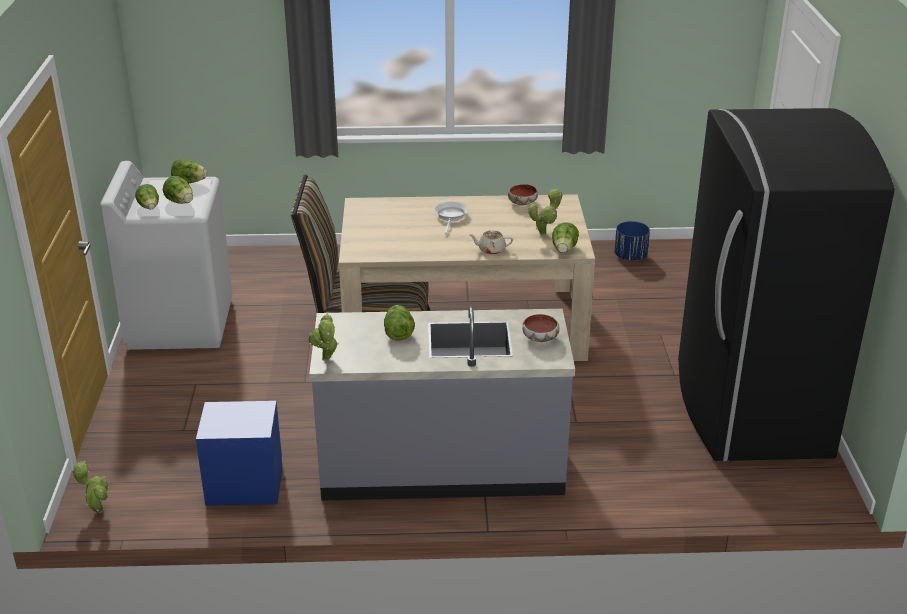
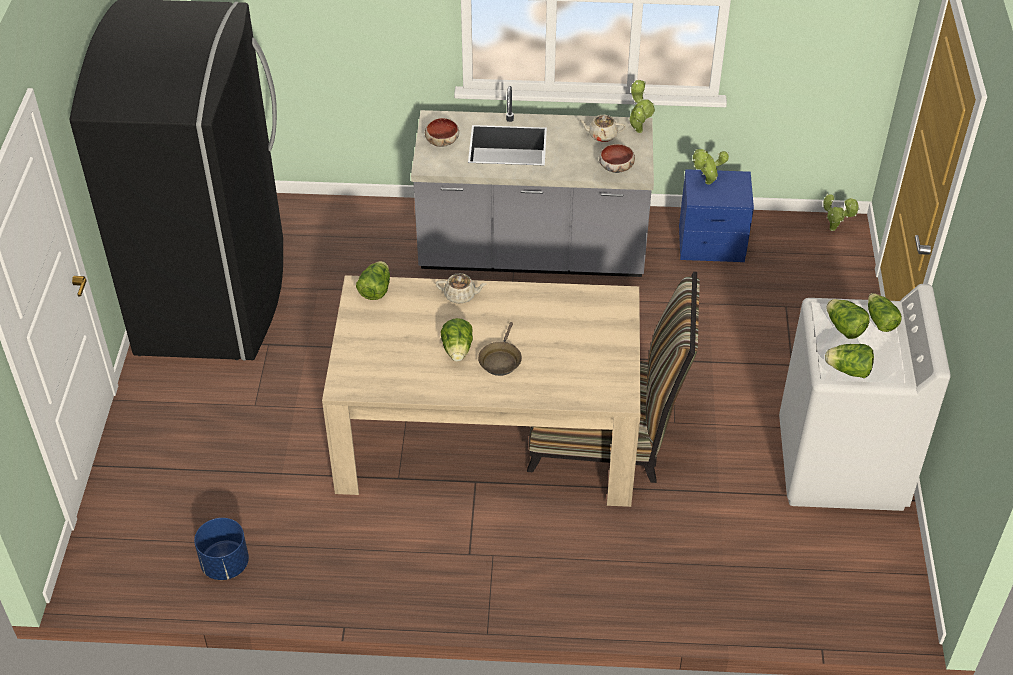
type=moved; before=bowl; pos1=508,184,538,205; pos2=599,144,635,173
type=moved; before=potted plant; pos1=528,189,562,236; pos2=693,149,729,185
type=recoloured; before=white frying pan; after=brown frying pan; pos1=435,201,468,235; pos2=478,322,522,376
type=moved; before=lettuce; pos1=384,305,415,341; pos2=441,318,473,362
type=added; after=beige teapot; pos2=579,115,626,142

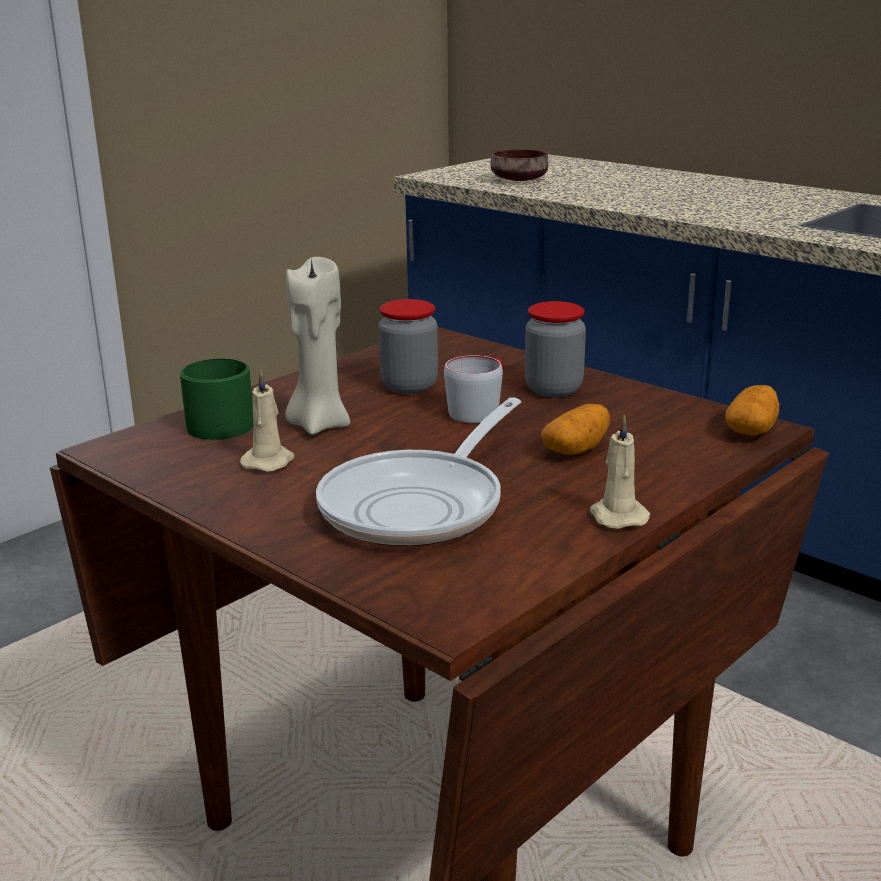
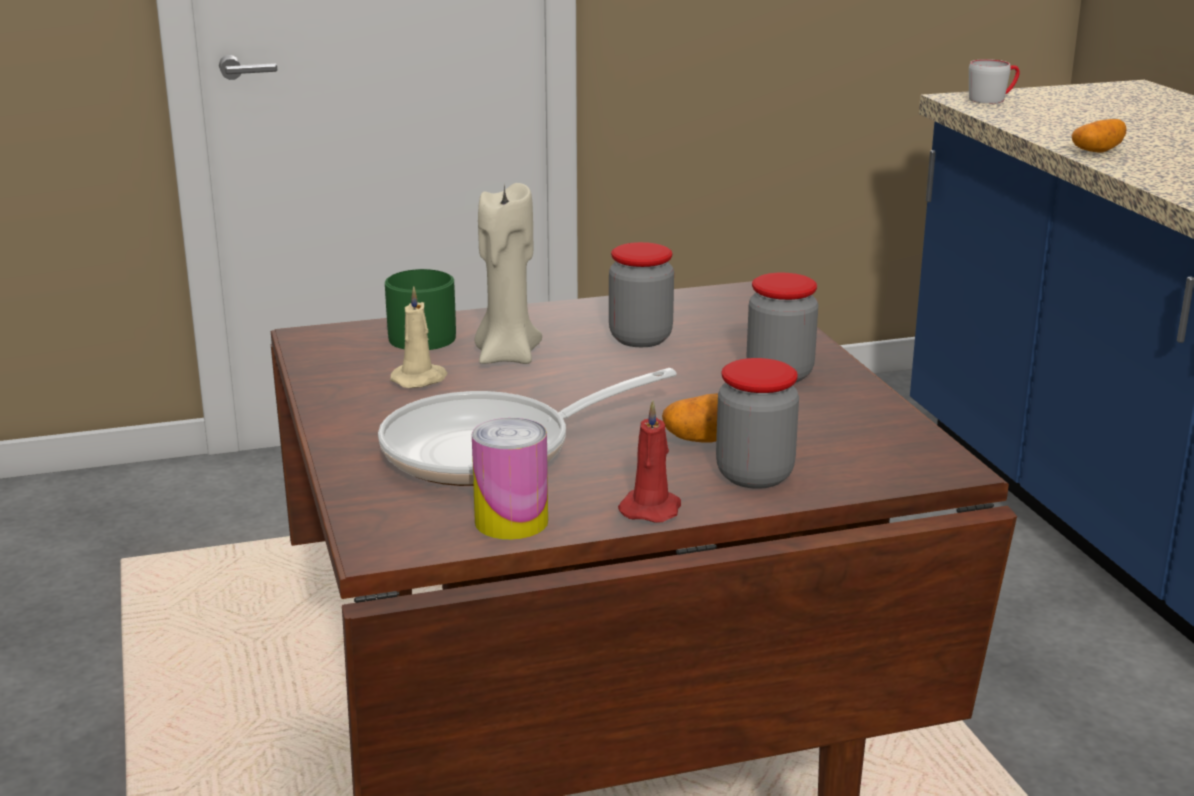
type=removed; before=brown bowl; pos1=490,149,548,181
type=moved; before=grey mug; pos1=444,355,503,423; pos2=969,59,1020,104
type=moved; before=potato; pos1=725,385,779,436; pos2=1071,119,1126,152
type=recoloured; before=beige candle; after=red candle; pos1=590,415,650,529; pos2=618,400,681,523
type=added; after=jar; pos2=716,358,799,489
type=added; after=can; pos2=472,418,548,540

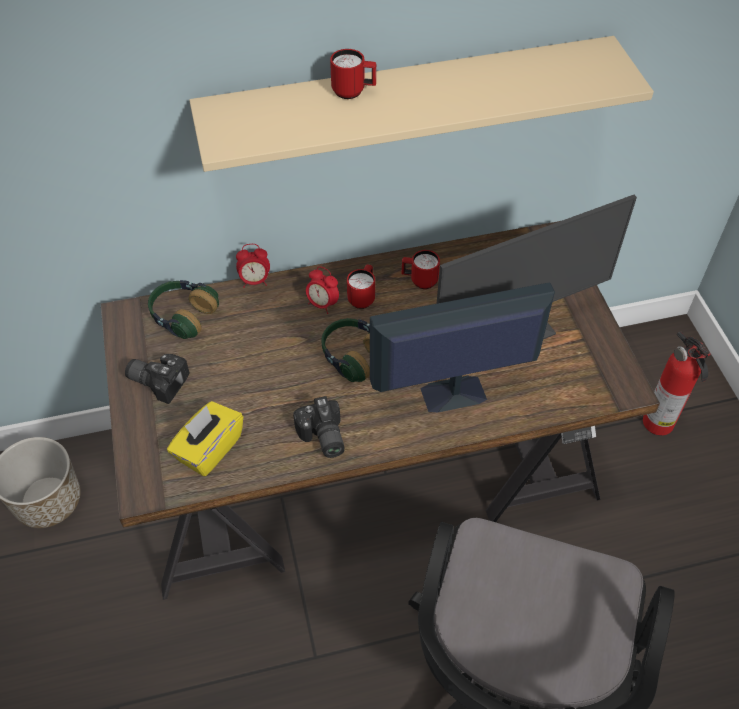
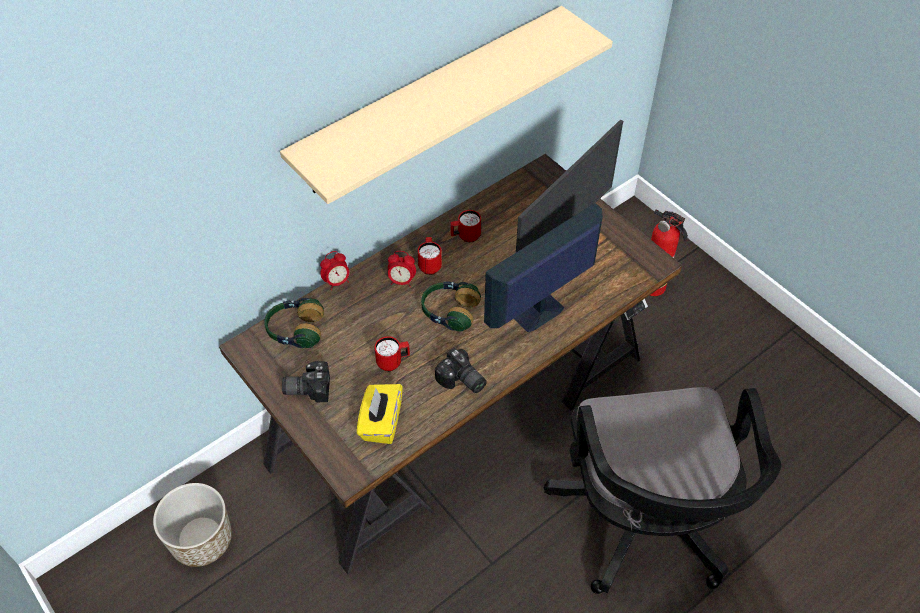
type=moved; before=red mug; pos1=330,49,376,99; pos2=375,336,410,371

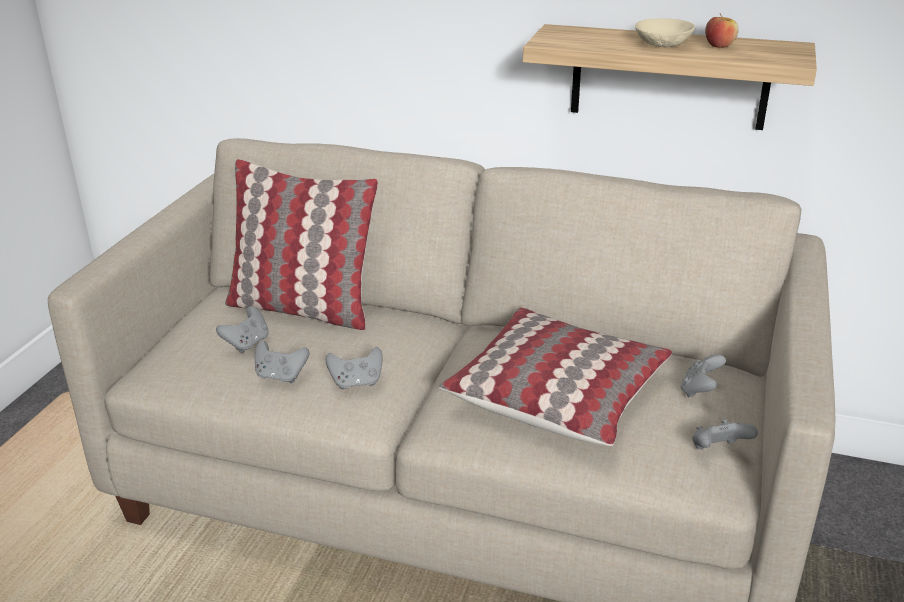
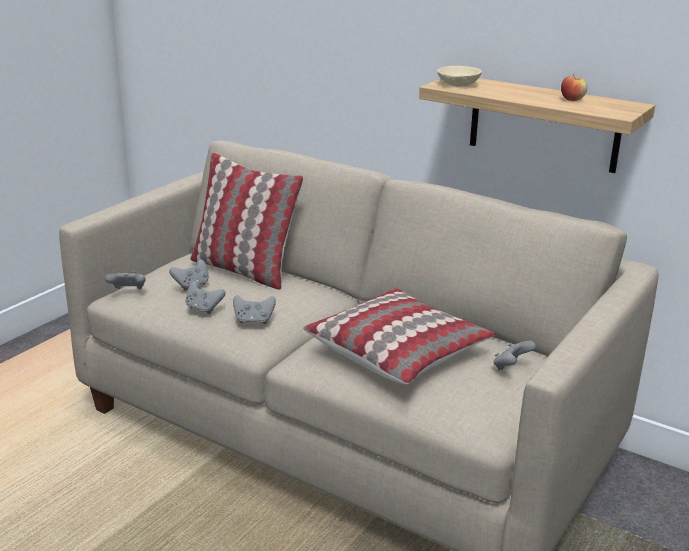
type=moved; before=beige bowl; pos1=635,18,695,47; pos2=437,66,482,87
type=moved; before=grey game controller; pos1=692,419,758,449; pos2=105,271,146,289

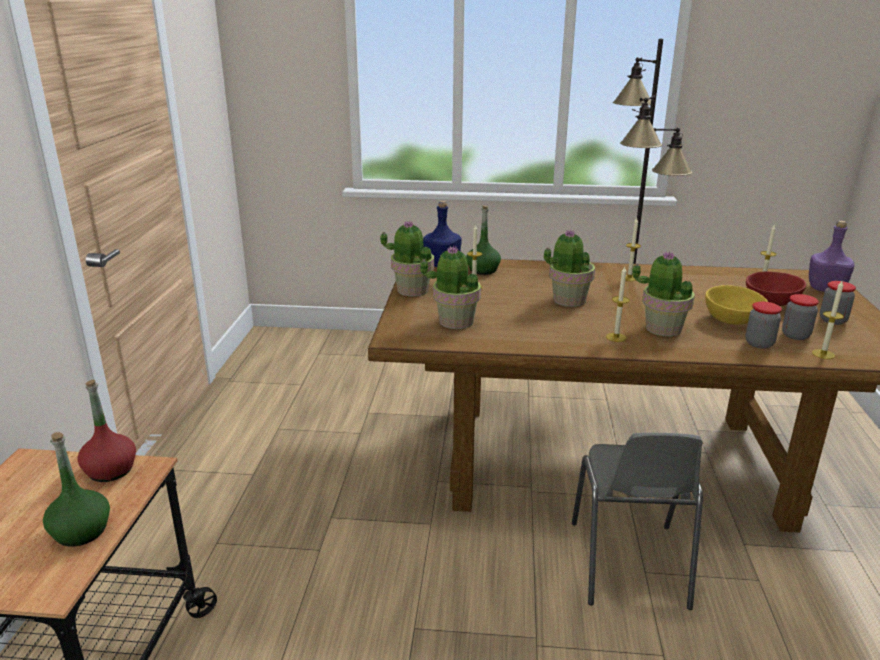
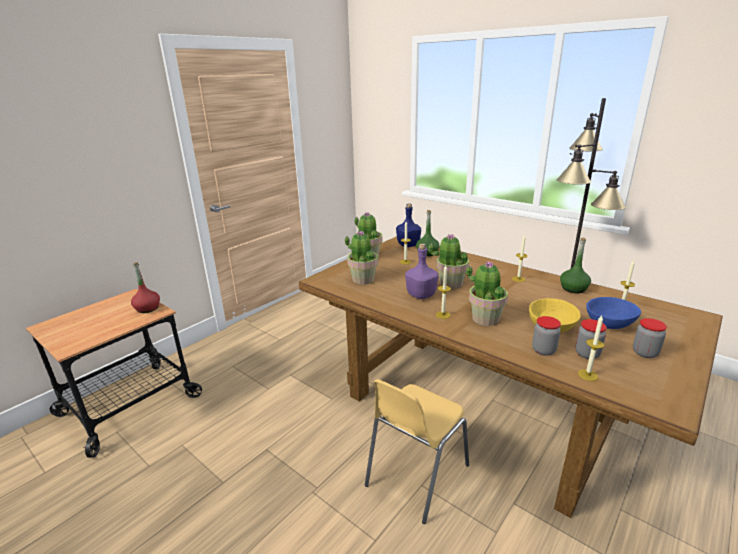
type=moved; before=purple bottle; pos1=809,220,855,292; pos2=405,244,439,299
type=recoloured; before=red bowl; after=blue bowl; pos1=746,271,806,306; pos2=586,297,641,329
type=moved; before=green bottle; pos1=43,432,110,547; pos2=560,237,591,293
type=recoloured; before=grey chair; after=yellow chair; pos1=572,433,703,610; pos2=365,379,469,524

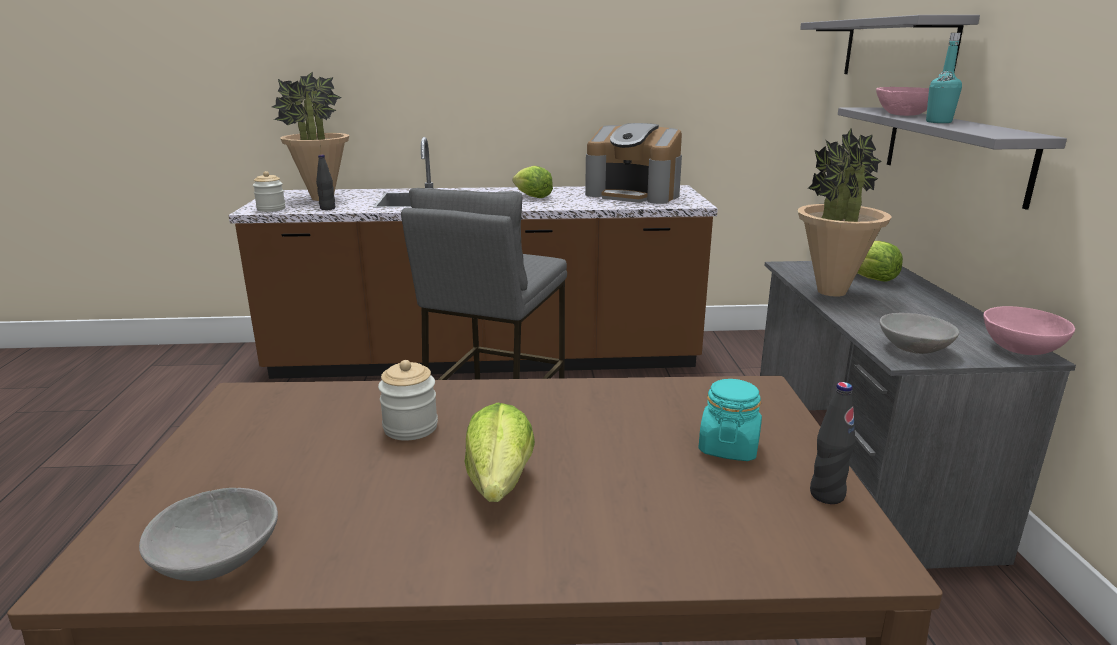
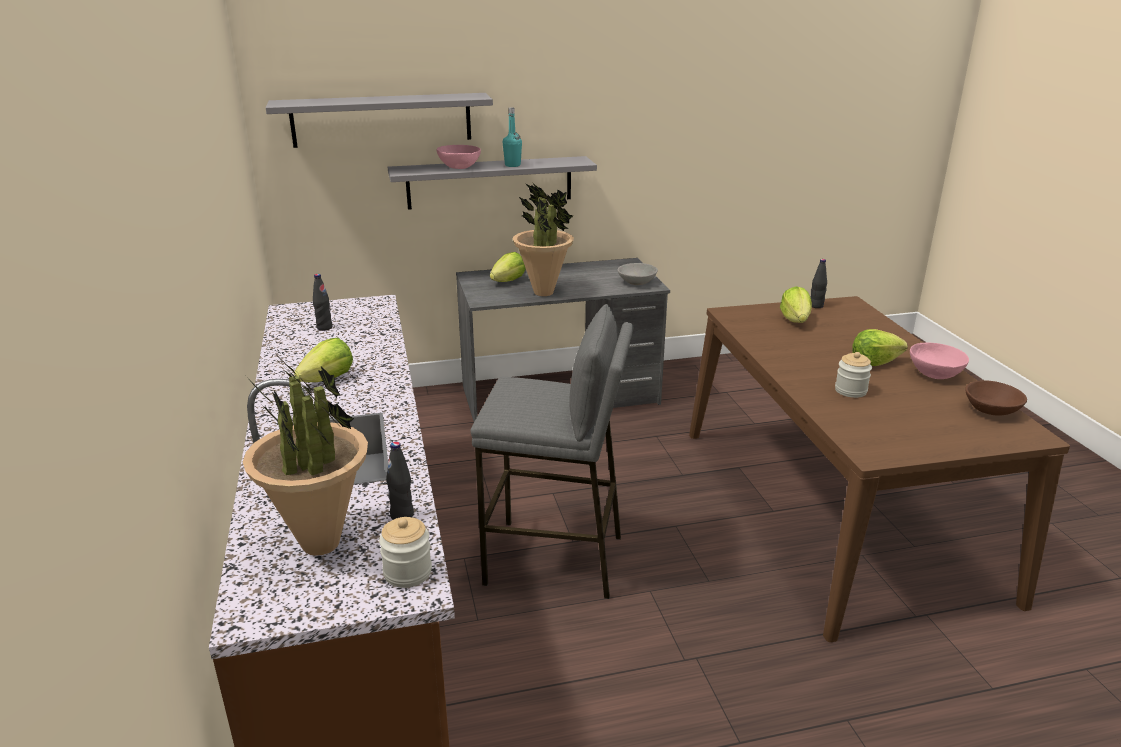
type=replaced; before=coffee machine; after=black bottle; pos1=585,123,682,204; pos2=313,274,333,331
type=moved; before=pink bowl; pos1=983,306,1075,355; pos2=910,342,969,379
type=replaced; before=turquoise jar; after=lettuce; pos1=698,379,762,461; pos2=780,286,812,323
type=recoloured; before=grey bowl; after=brown bowl; pos1=139,488,278,581; pos2=965,380,1027,416

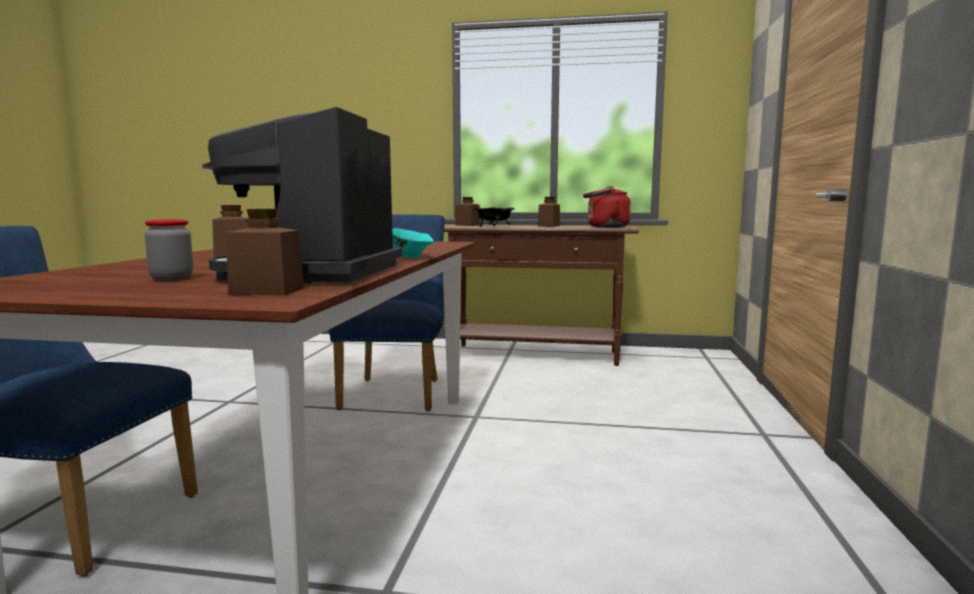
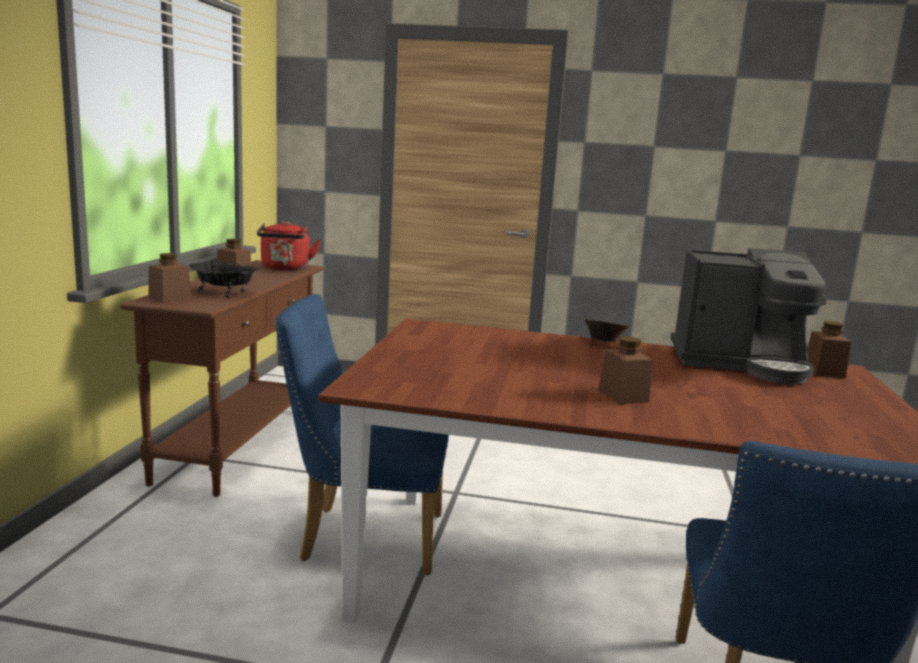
type=removed; before=jar; pos1=145,219,193,281
type=recoloured; before=turquoise bowl; after=brown bowl; pos1=392,228,434,258; pos2=585,319,629,342

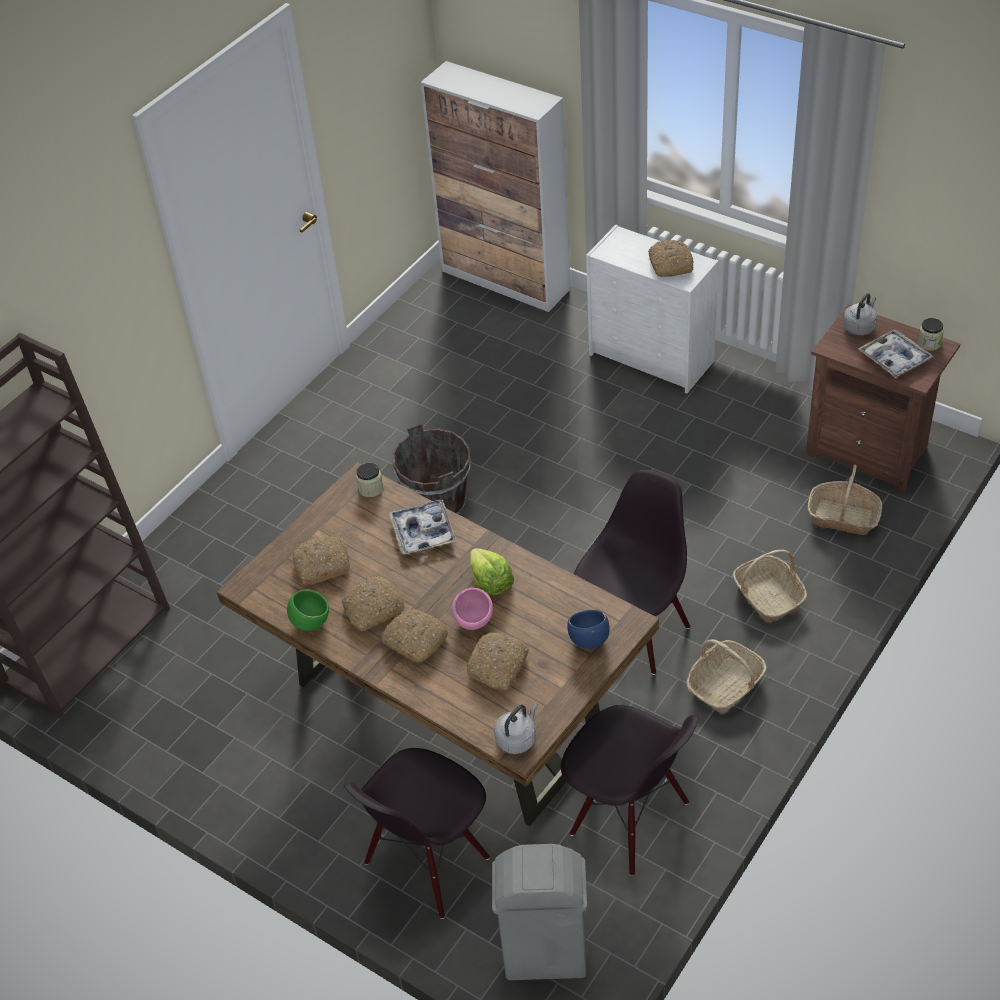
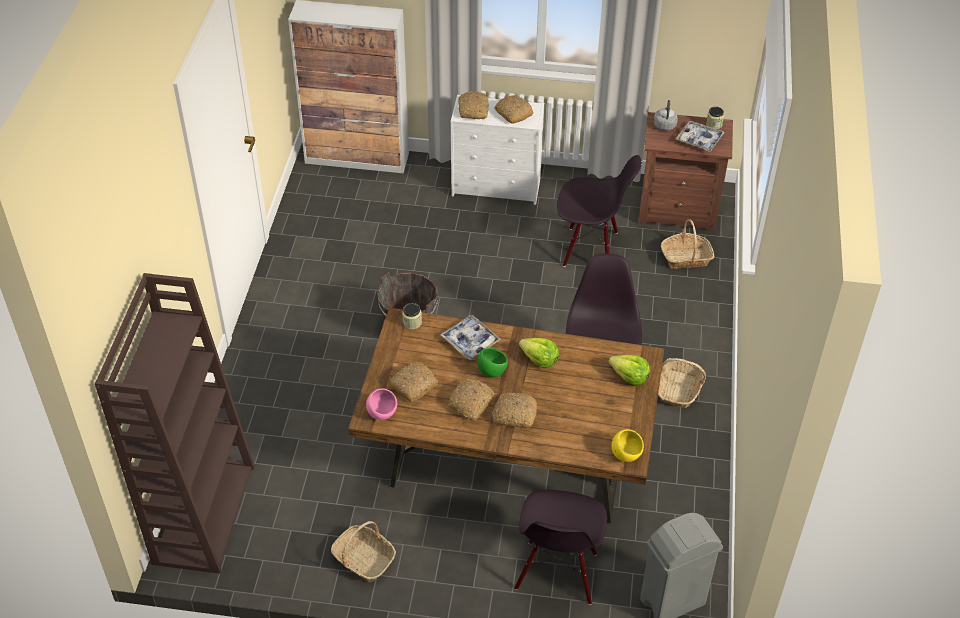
type=moved; before=basket; pos1=733,550,807,622; pos2=331,521,396,582
type=moved; before=pink bowl; pos1=452,588,493,630; pos2=366,388,397,420
type=moved; before=green bowl; pos1=287,589,329,631; pos2=477,348,508,377
type=replaced; before=blue bowl; after=lettuce; pos1=567,610,610,649; pos2=608,355,650,385
type=moved; before=bread; pos1=467,633,529,690; pos2=458,91,489,119
type=replaced; before=grey kettle; after=yellow bowl; pos1=494,703,538,754; pos2=611,429,644,462
type=moved; before=black chair; pos1=561,705,699,876; pos2=557,155,641,267

